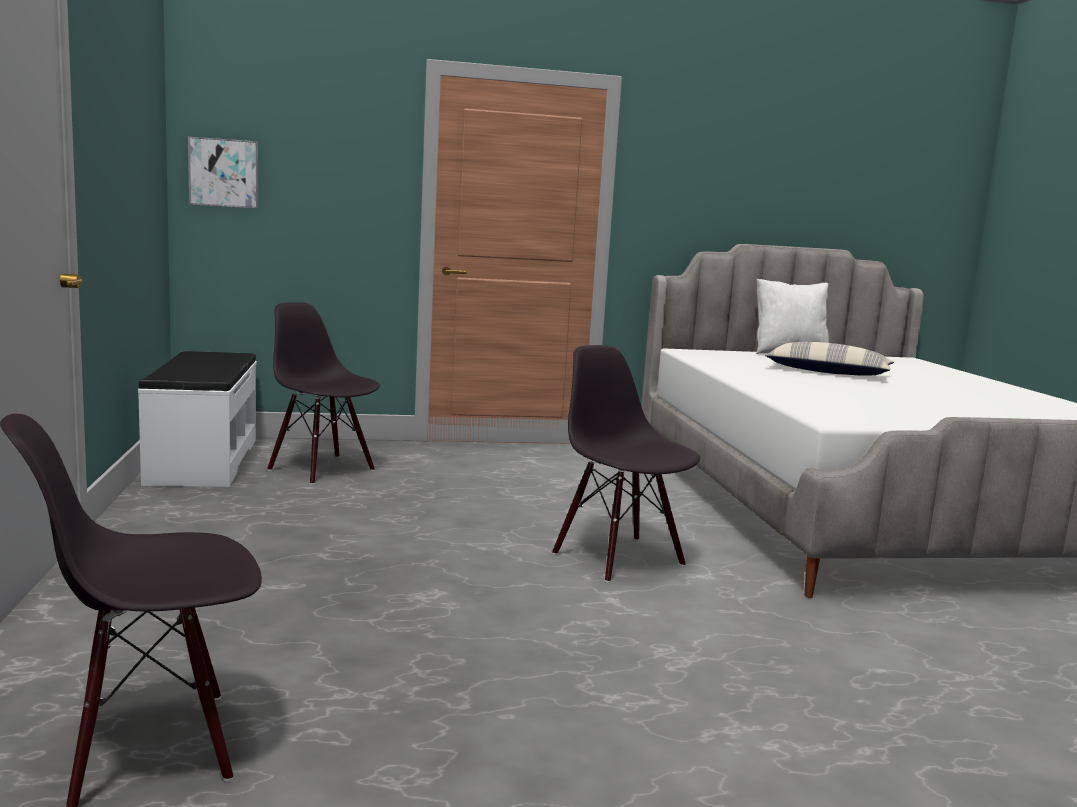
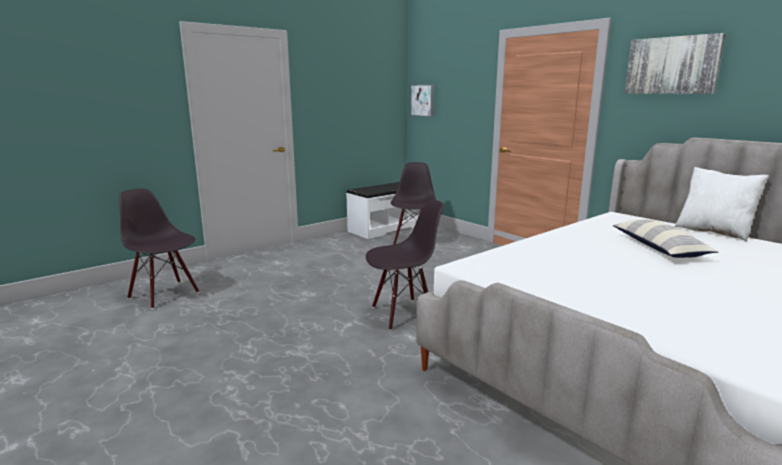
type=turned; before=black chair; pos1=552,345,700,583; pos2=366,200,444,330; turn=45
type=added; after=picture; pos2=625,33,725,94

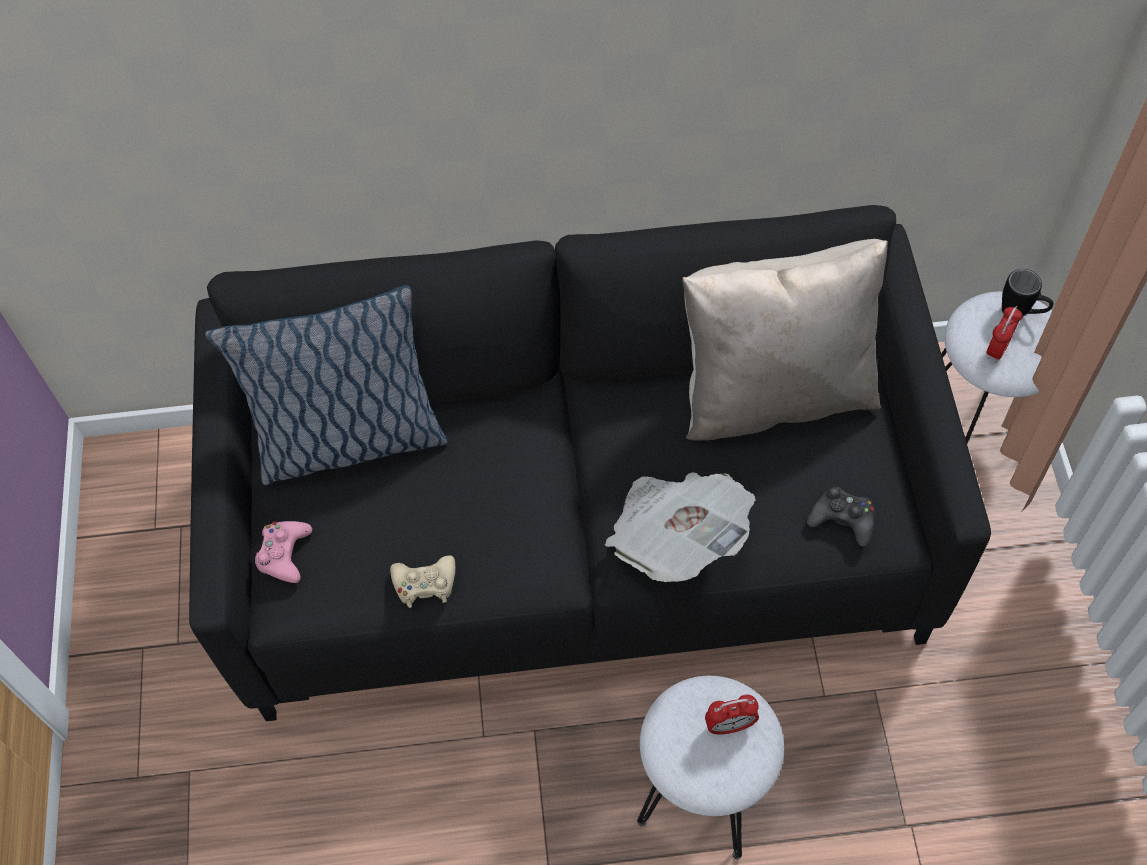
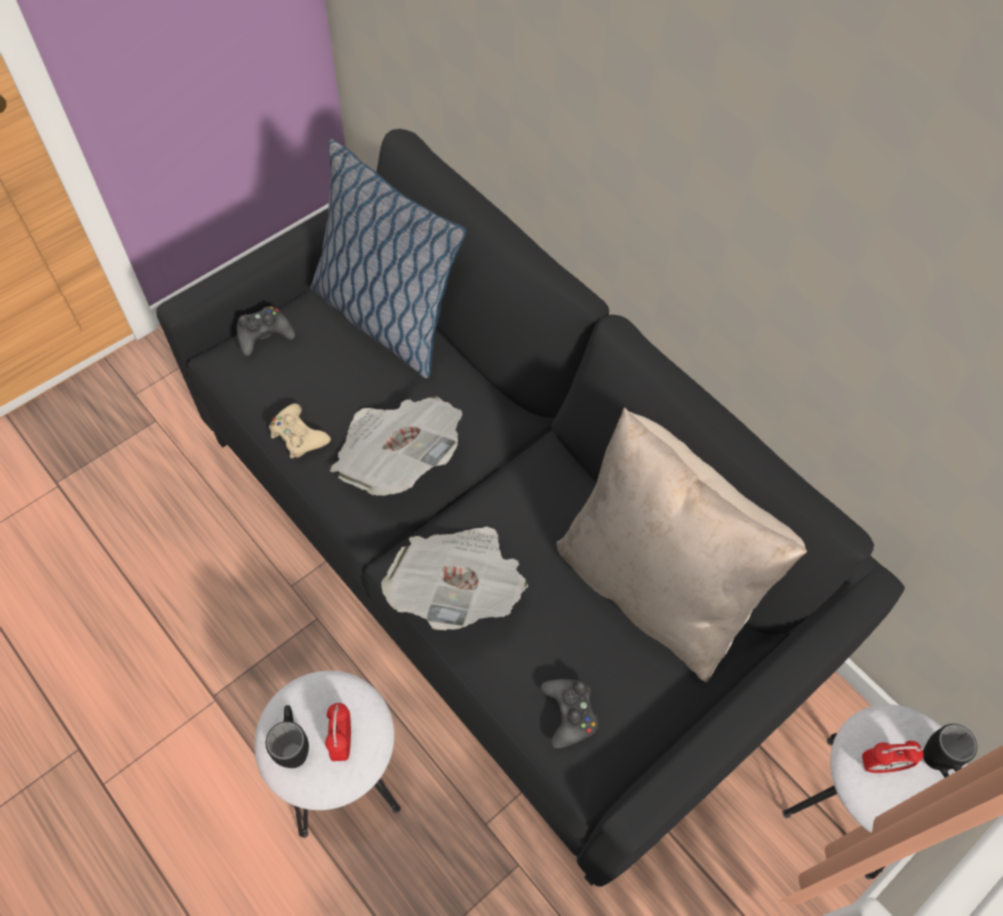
type=recoloured; before=pink game controller; after=black game controller; pos1=255,521,312,583; pos2=236,306,295,356
type=turned; before=alarm clock; pos1=705,695,759,735; pos2=325,703,351,761; turn=45
type=added; after=newspaper; pos2=330,397,463,496
type=added; after=black mug; pos2=266,705,309,768

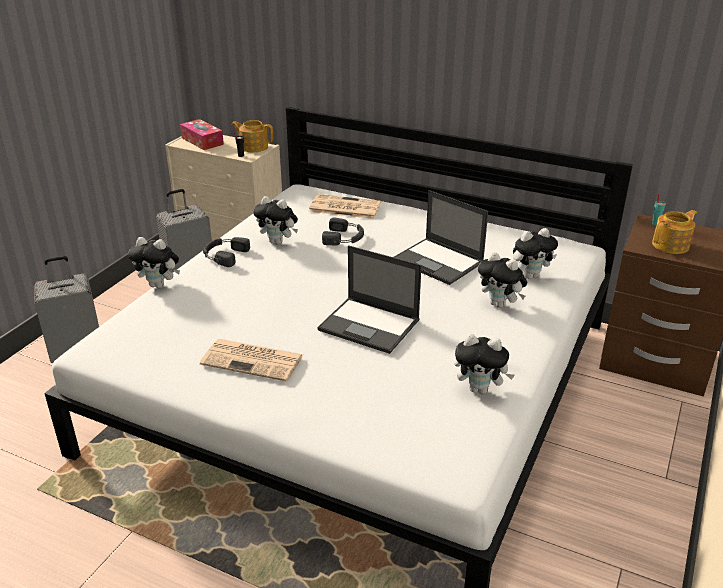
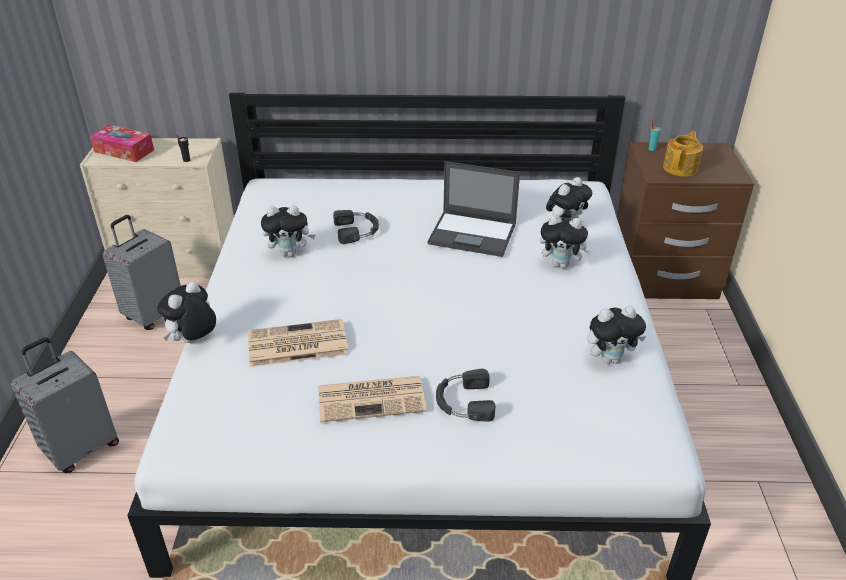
type=removed; before=teapot; pos1=231,120,273,152
type=moved; before=newspaper; pos1=308,194,381,219; pos2=248,319,348,367
type=turned; before=plush toy; pos1=128,237,180,288; pos2=157,281,216,343; turn=135
type=moved; before=black headphones; pos1=203,237,250,267; pos2=436,369,496,422
type=removed; before=laptop; pos1=317,245,422,354

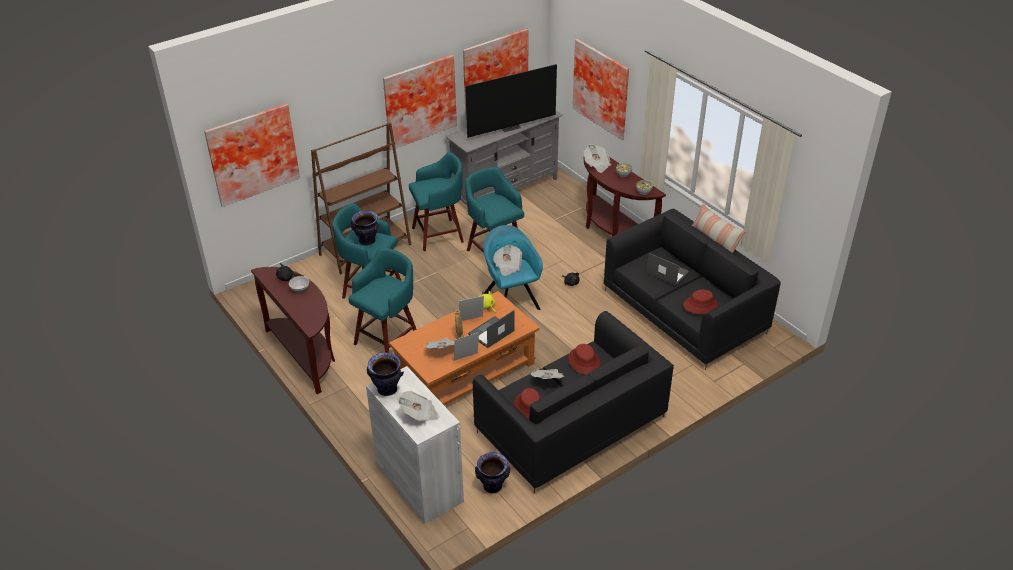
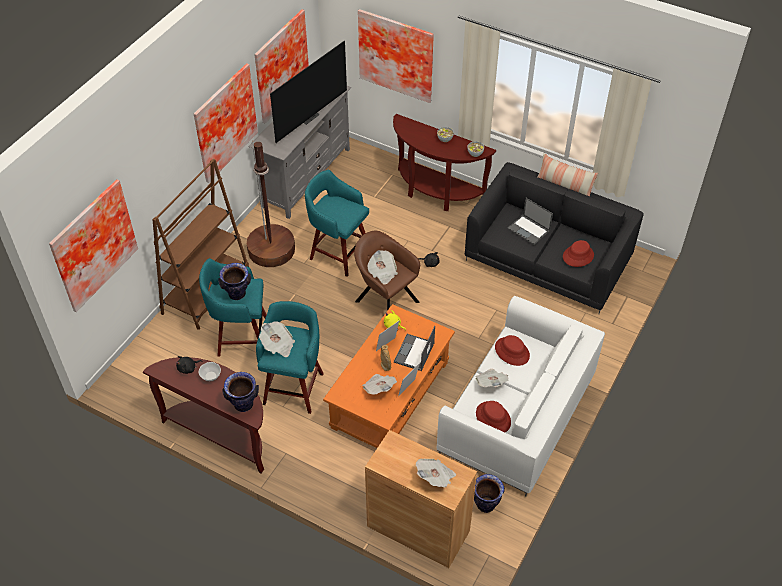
type=moved; before=newspaper; pos1=584,144,611,173; pos2=259,321,295,357
type=replaced; before=turquoise stool; after=brown floor lamp; pos1=409,152,464,251; pos2=247,141,295,267
type=recoloured; before=turquoise armchair; after=brown armchair; pos1=483,225,543,310; pos2=354,231,420,311
type=turned; before=laptop; pos1=647,253,689,285; pos2=507,198,553,245; turn=-150
type=recoloured; before=black sofa; after=white sofa; pos1=473,311,674,493; pos2=437,296,605,497
type=moved; before=vase; pos1=367,353,404,396; pos2=223,372,259,412
type=recoloured; before=white cabinet; after=brown cabinet; pos1=366,366,464,524; pos2=365,430,477,568

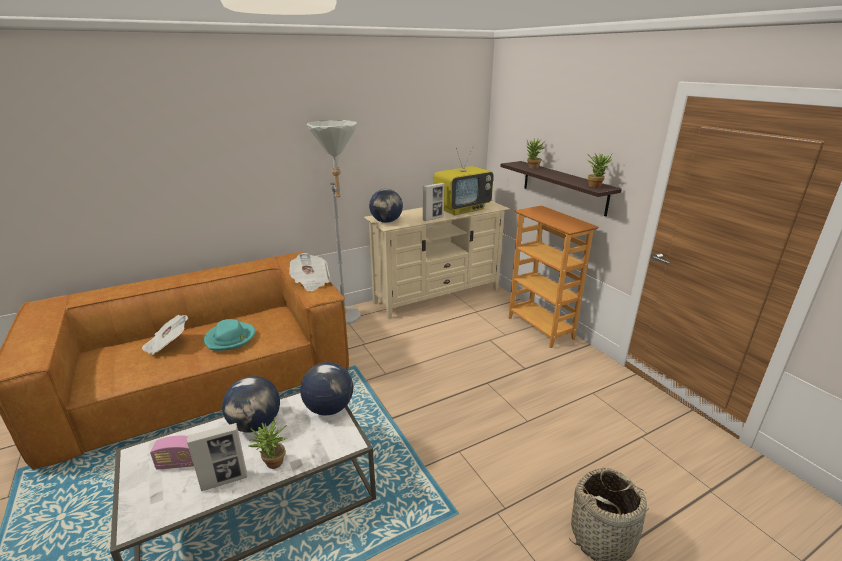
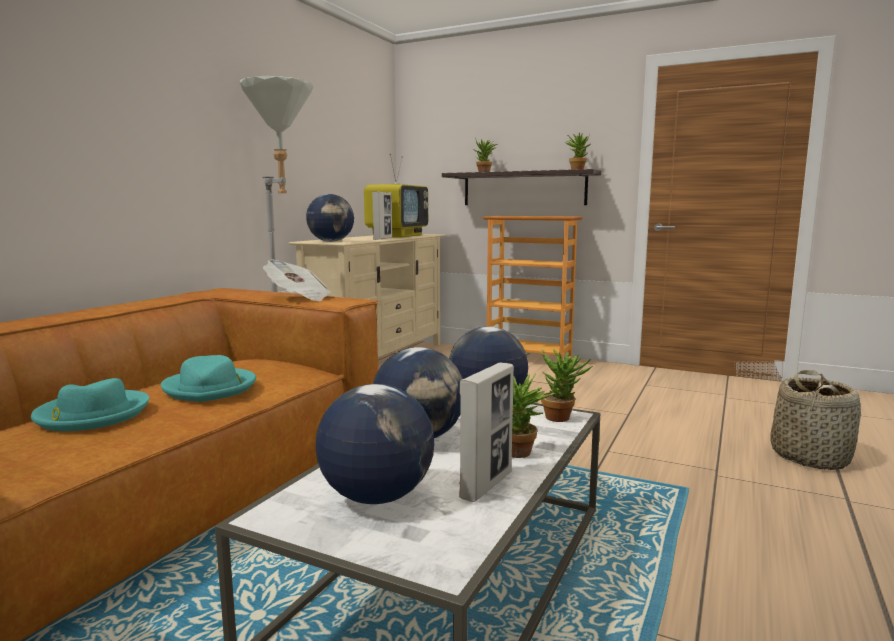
type=replaced; before=newspaper; after=turquoise hat; pos1=142,315,188,355; pos2=31,378,149,431
type=replaced; before=radio; after=globe; pos1=150,436,194,470; pos2=315,384,434,504
type=added; after=potted plant; pos2=541,350,593,422

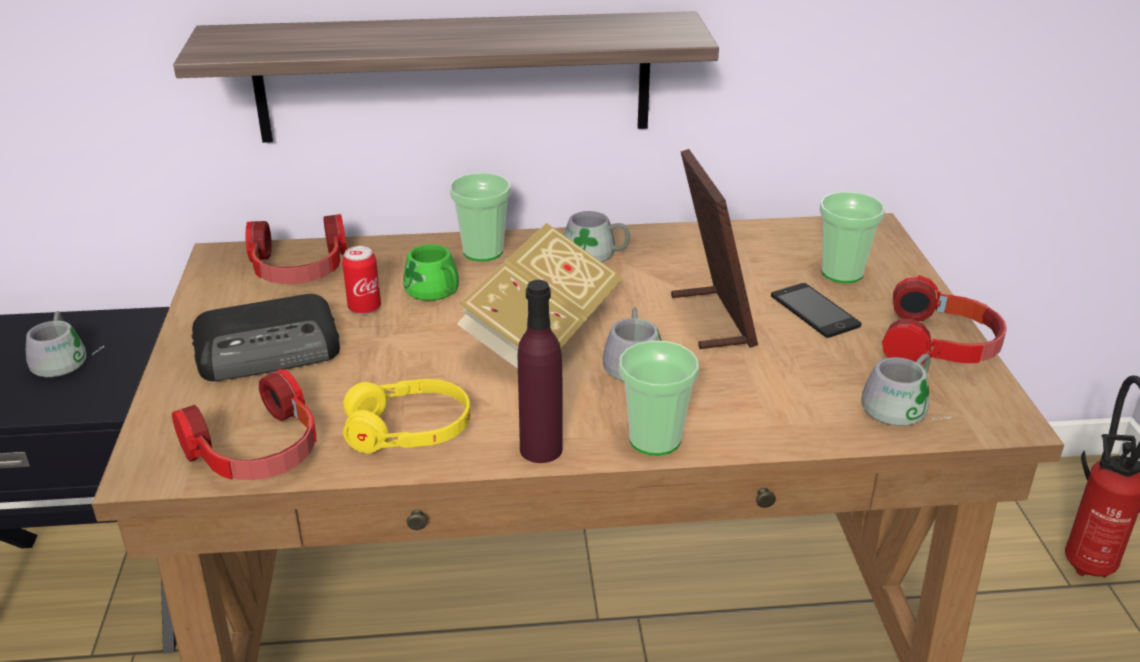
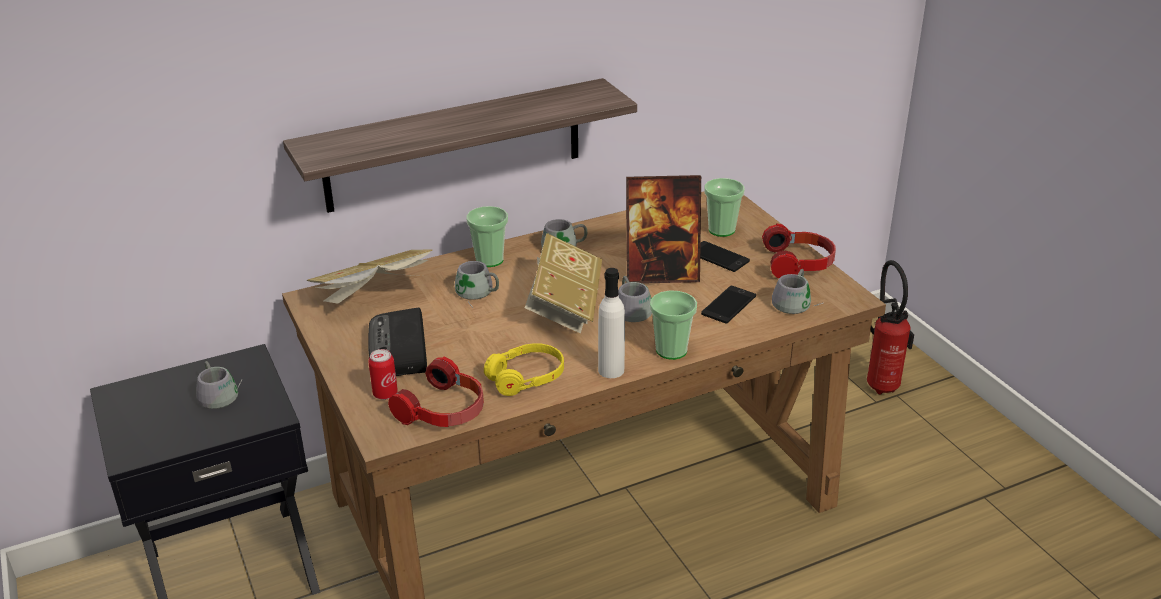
type=turned; before=picture frame; pos1=671,149,758,349; pos2=626,175,701,284; turn=120
type=replaced; before=headphones; after=book; pos1=245,214,347,284; pos2=307,250,433,304
type=recoloured; before=green mug; after=grey mug; pos1=403,244,459,307; pos2=455,261,499,308
type=moved; before=can; pos1=342,246,381,315; pos2=368,349,398,400
type=recoloured; before=purple bottle; after=white bottle; pos1=518,280,563,463; pos2=598,268,625,378
type=turned; before=radio; pos1=191,294,340,381; pos2=368,307,427,376; turn=120
type=added; after=phone; pos2=701,286,756,324

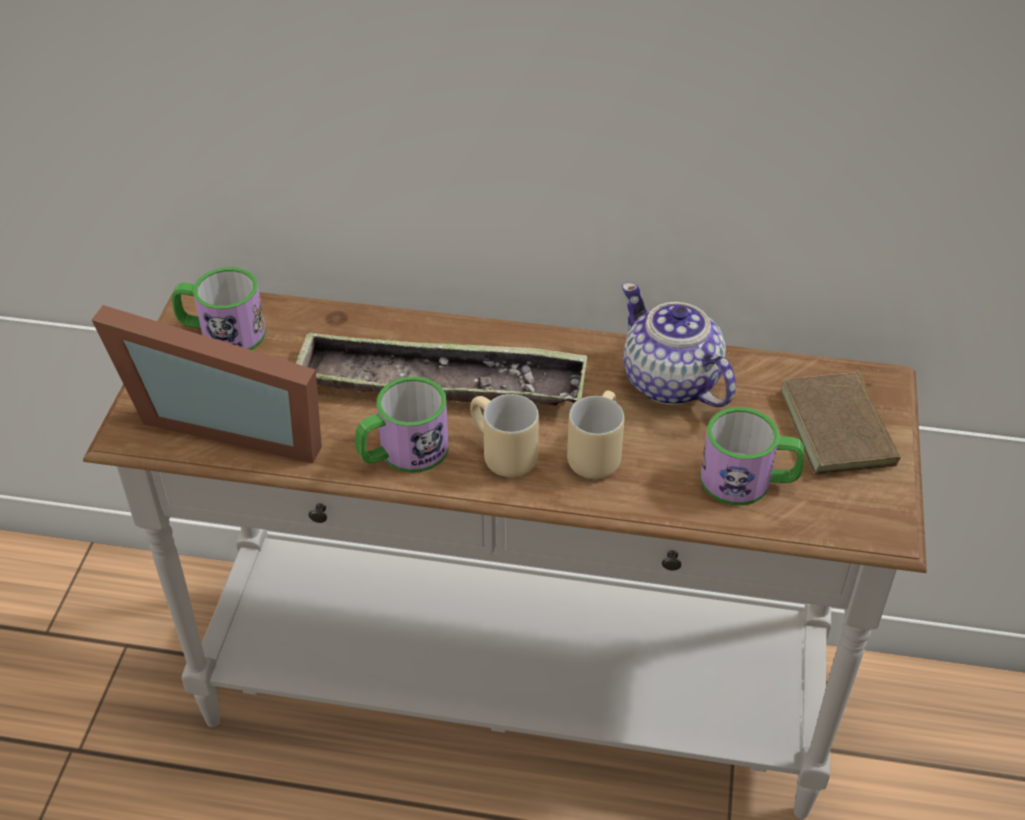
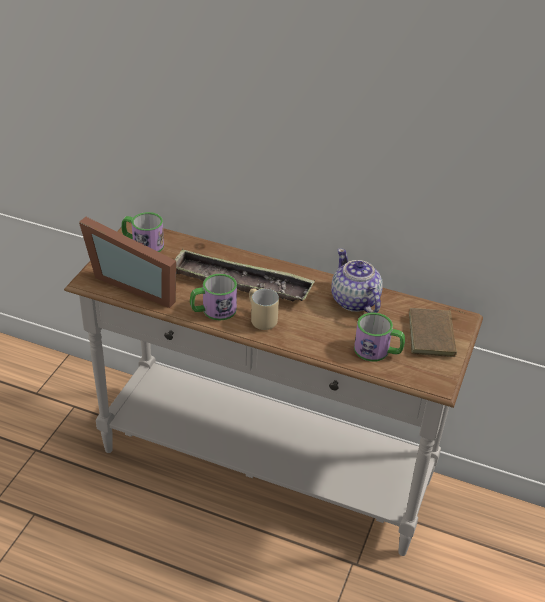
type=removed; before=beige mug; pos1=567,391,624,479

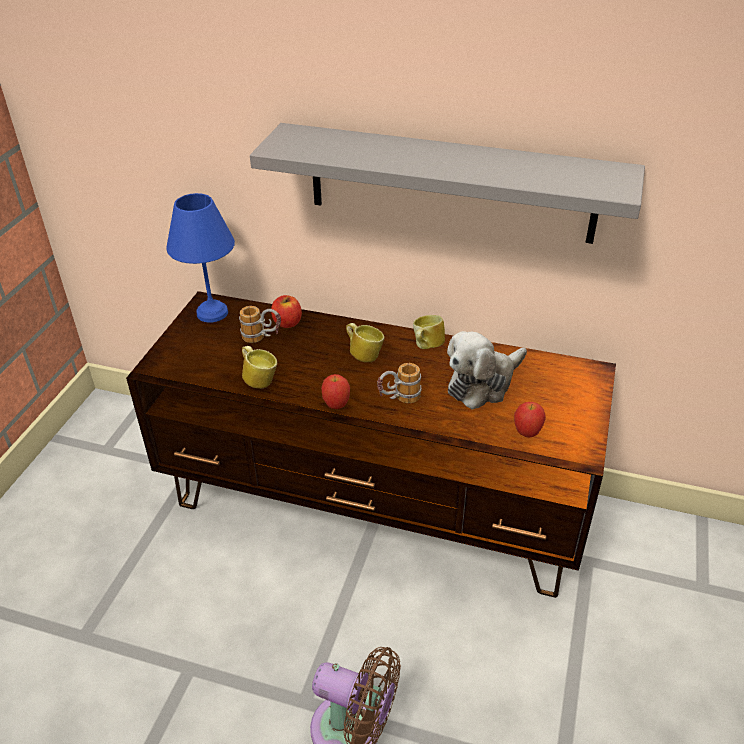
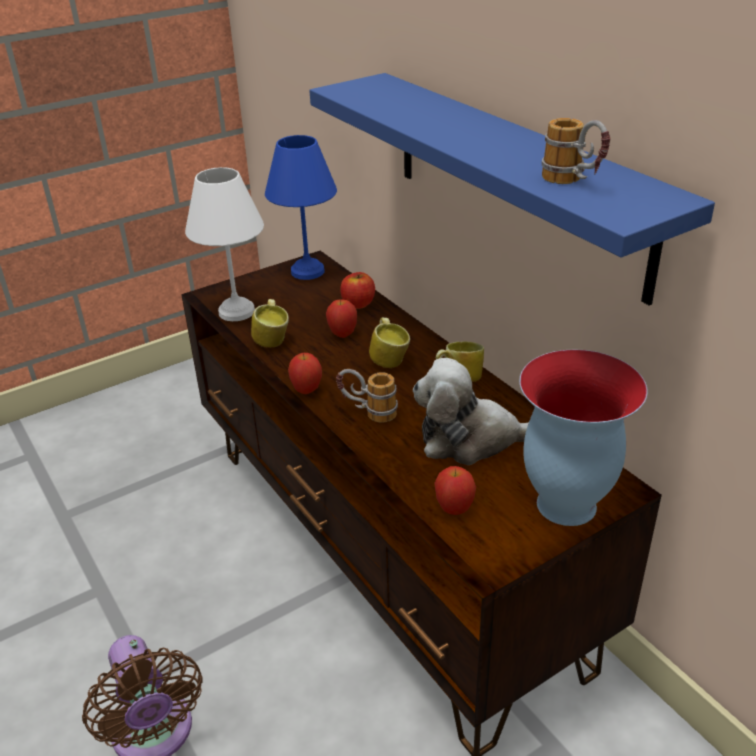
type=recoloured; before=grey shelf; after=blue shelf; pos1=250,123,645,244; pos2=309,73,715,305
type=moved; before=mug; pos1=239,306,281,343; pos2=542,118,611,184
type=added; after=white table lamp; pos2=185,167,264,321
type=added; after=apple; pos2=326,299,357,338
type=added; after=vase; pos2=519,350,648,526

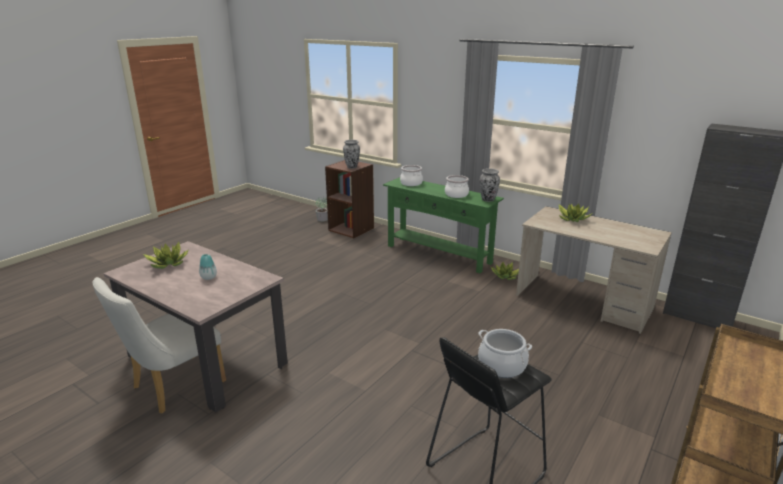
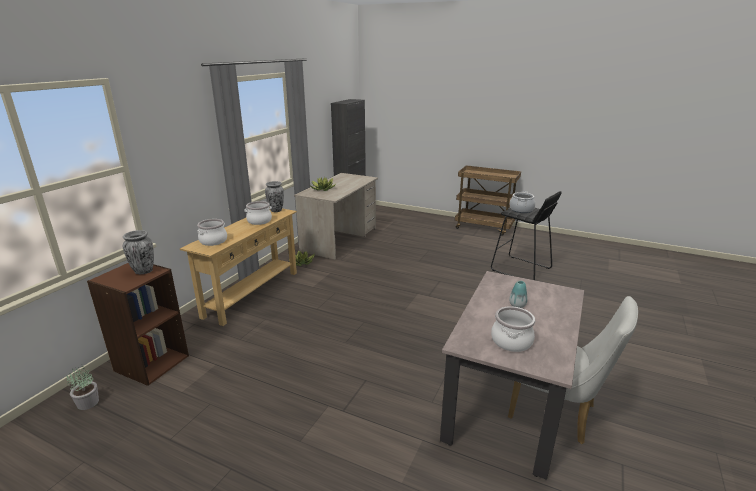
type=recoloured; before=green console table; after=beige console table; pos1=383,177,504,273; pos2=180,208,297,326
type=replaced; before=potted plant; after=cooking pot; pos1=143,242,189,269; pos2=491,306,535,352

